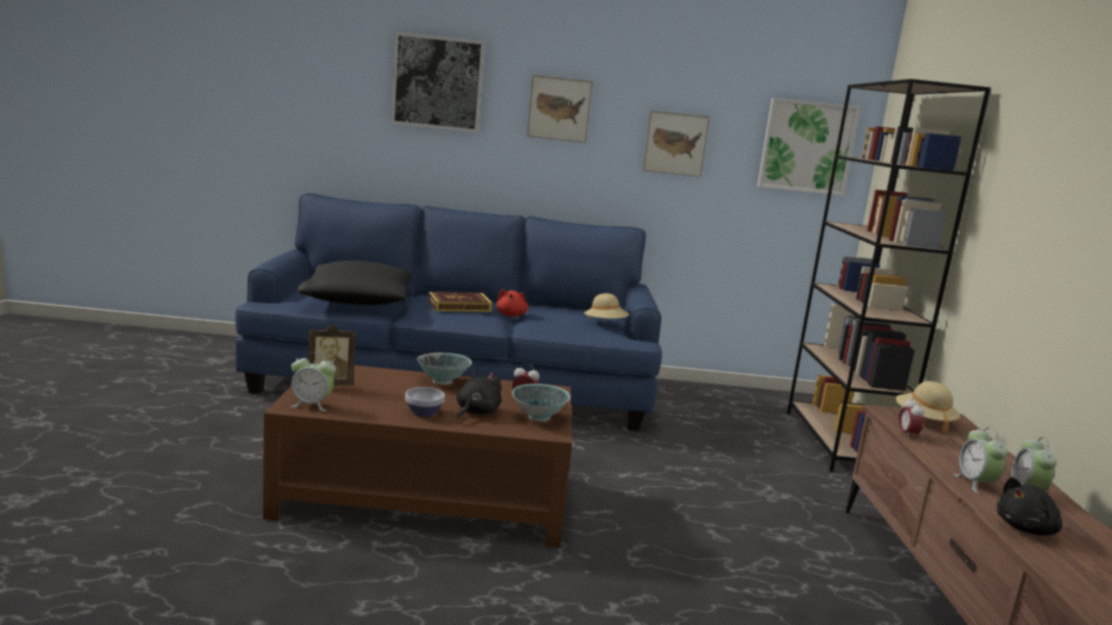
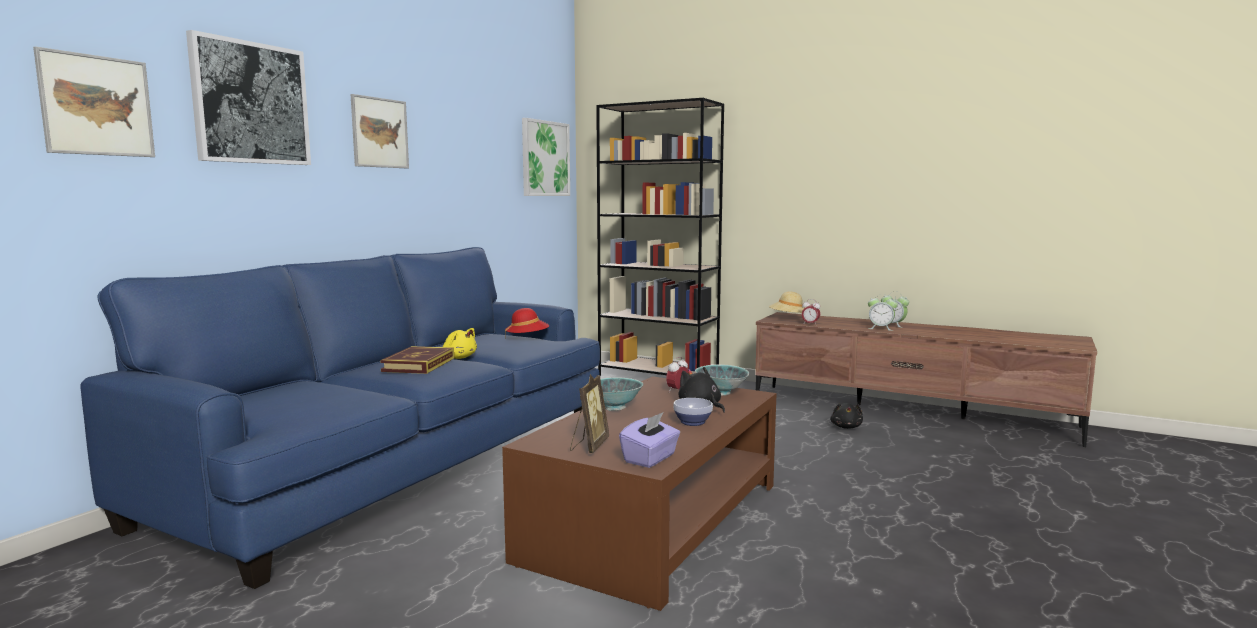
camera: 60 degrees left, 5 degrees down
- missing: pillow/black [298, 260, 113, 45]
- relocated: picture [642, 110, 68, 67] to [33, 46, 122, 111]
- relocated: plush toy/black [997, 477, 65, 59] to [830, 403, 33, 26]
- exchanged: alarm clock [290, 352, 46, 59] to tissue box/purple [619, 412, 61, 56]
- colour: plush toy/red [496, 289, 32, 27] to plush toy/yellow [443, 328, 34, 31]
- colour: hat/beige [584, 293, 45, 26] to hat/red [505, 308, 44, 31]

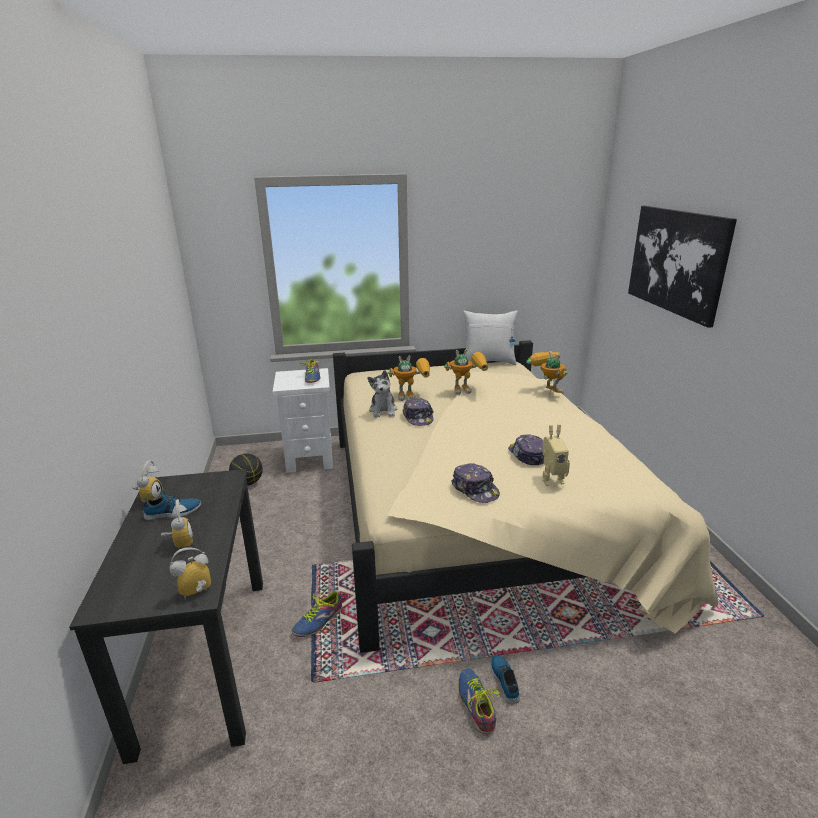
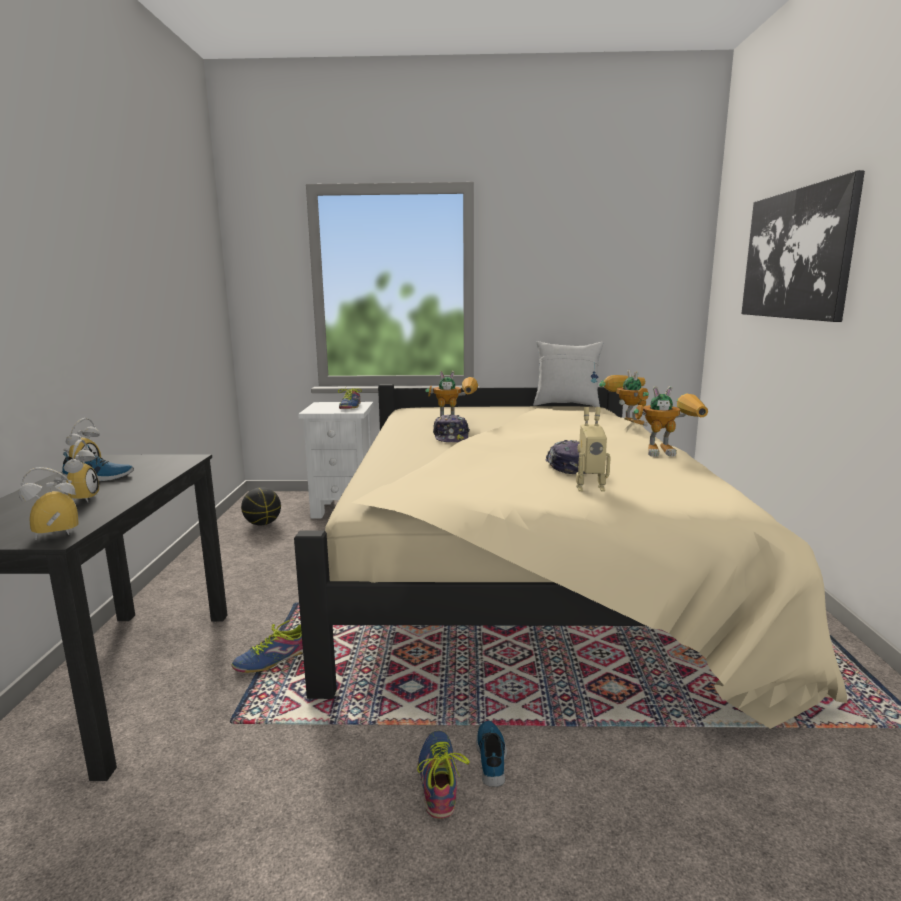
camera: 10 degrees right, 10 degrees down
- missing: plush toy [367, 370, 30, 48]
- missing: cap [451, 463, 49, 40]
- relocated: toy robot [444, 349, 44, 46] to [634, 386, 74, 71]

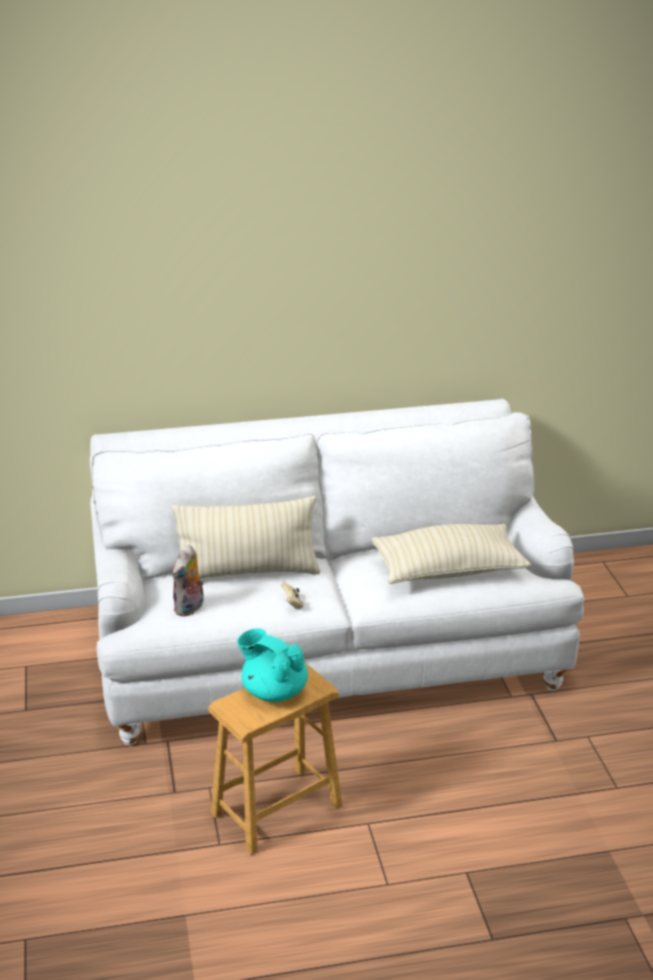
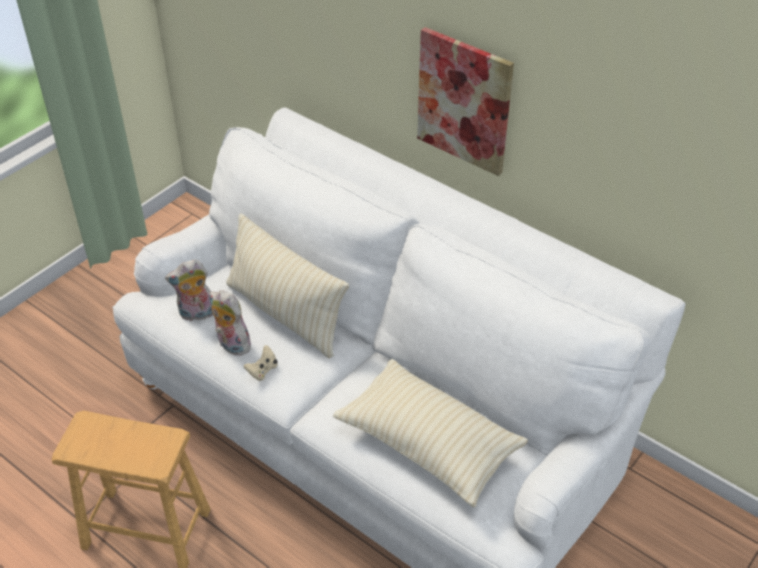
camera: 50 degrees right, 15 degrees up
- missing: teapot/turquoise [237, 628, 71, 74]
- appeared: plush toy [209, 290, 42, 66]
- appeared: picture [417, 27, 97, 149]

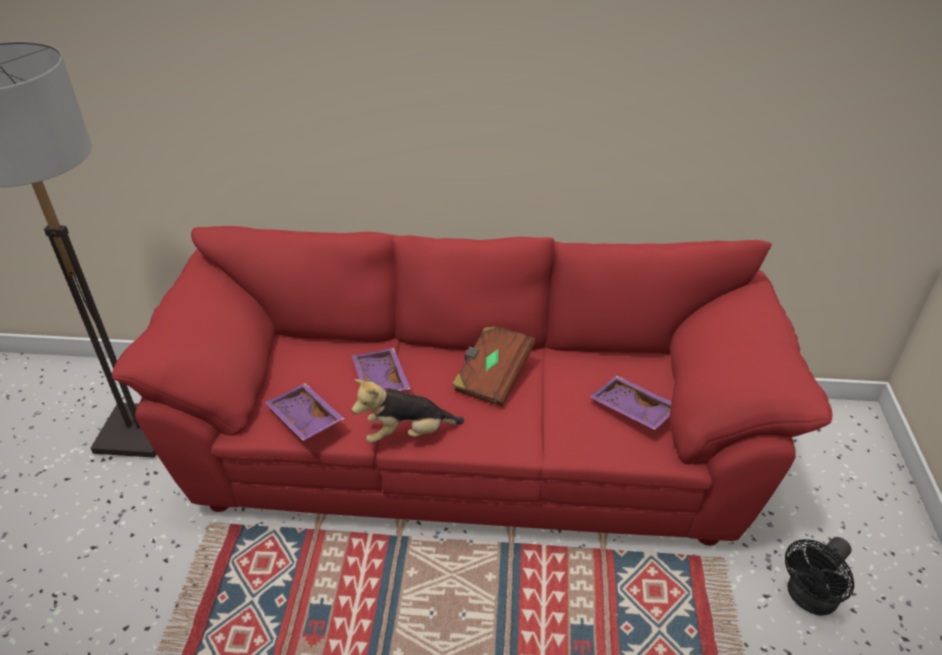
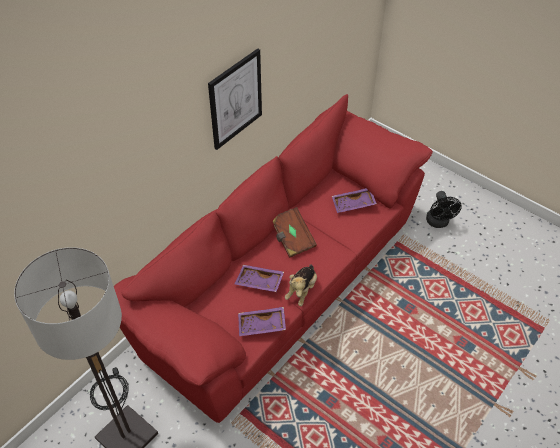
camera: 55 degrees left, 10 degrees up
- appeared: picture [208, 48, 54, 102]

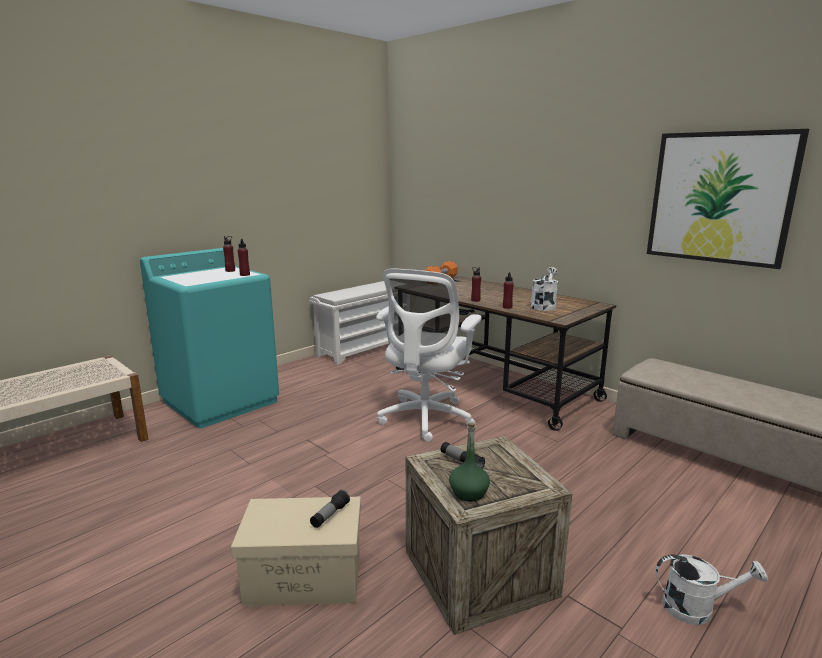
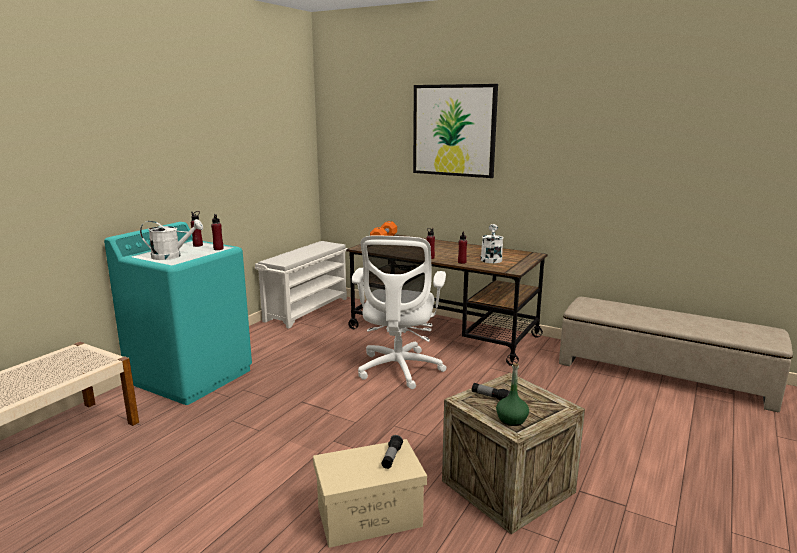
camera: 15 degrees left, 0 degrees up
- relocated: picture [647, 129, 162, 140] to [413, 84, 85, 94]
- relocated: watering can/white [656, 554, 112, 71] to [140, 219, 63, 41]

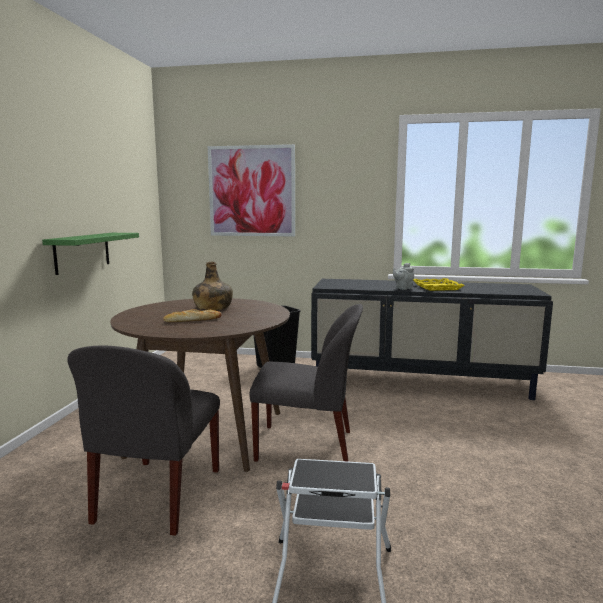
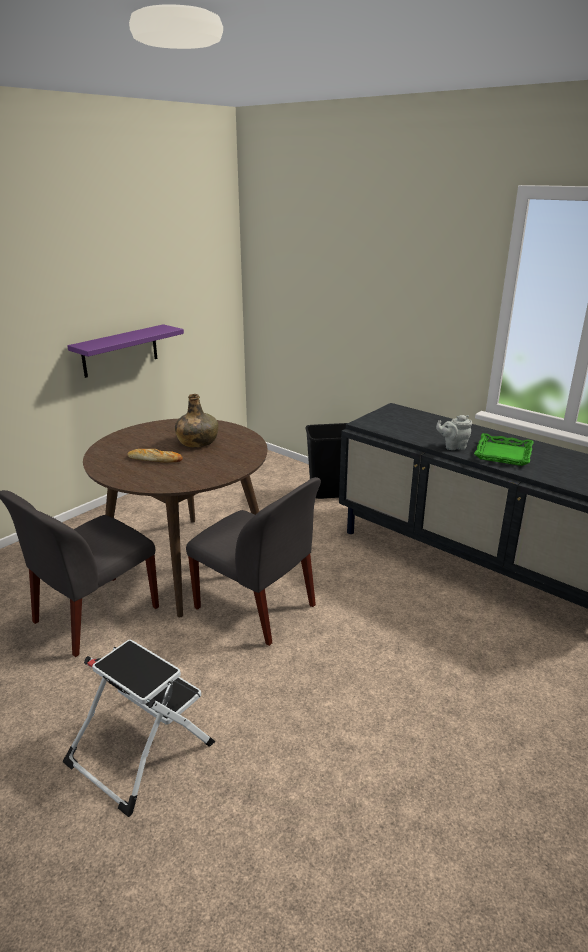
camera: 30 degrees right, 15 degrees up
- missing: picture [208, 144, 87, 93]
- colour: shelf/green [42, 233, 97, 42] to shelf/purple [67, 324, 117, 54]
- colour: tray/yellow [413, 278, 51, 13] to tray/green [474, 433, 60, 33]

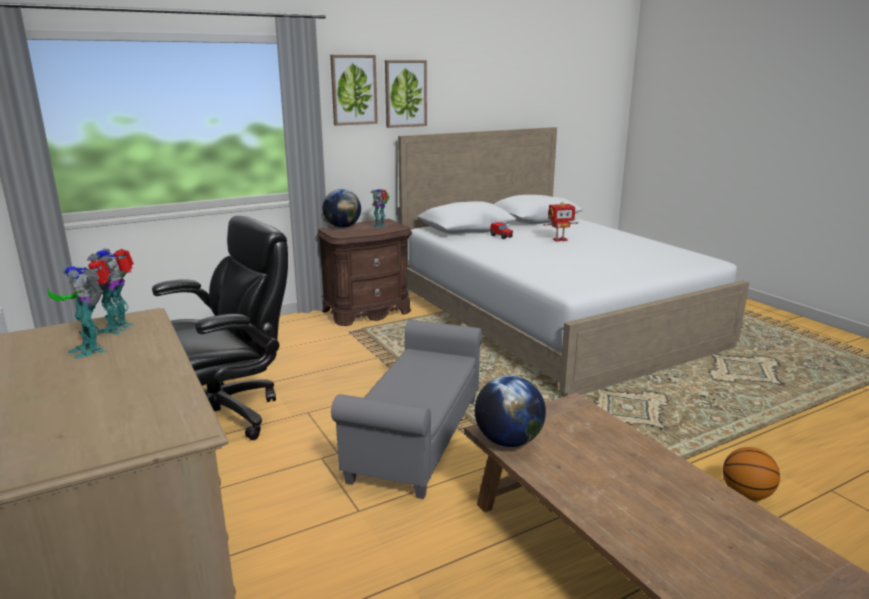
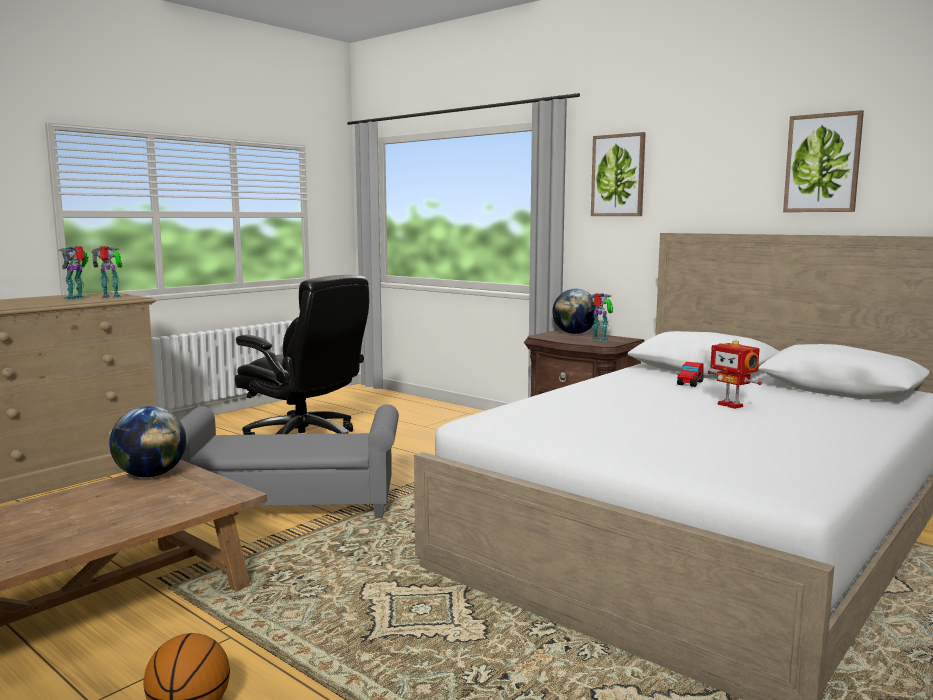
camera: 70 degrees right, 10 degrees down
- relocated: picture [385, 60, 42, 68] to [783, 110, 81, 102]

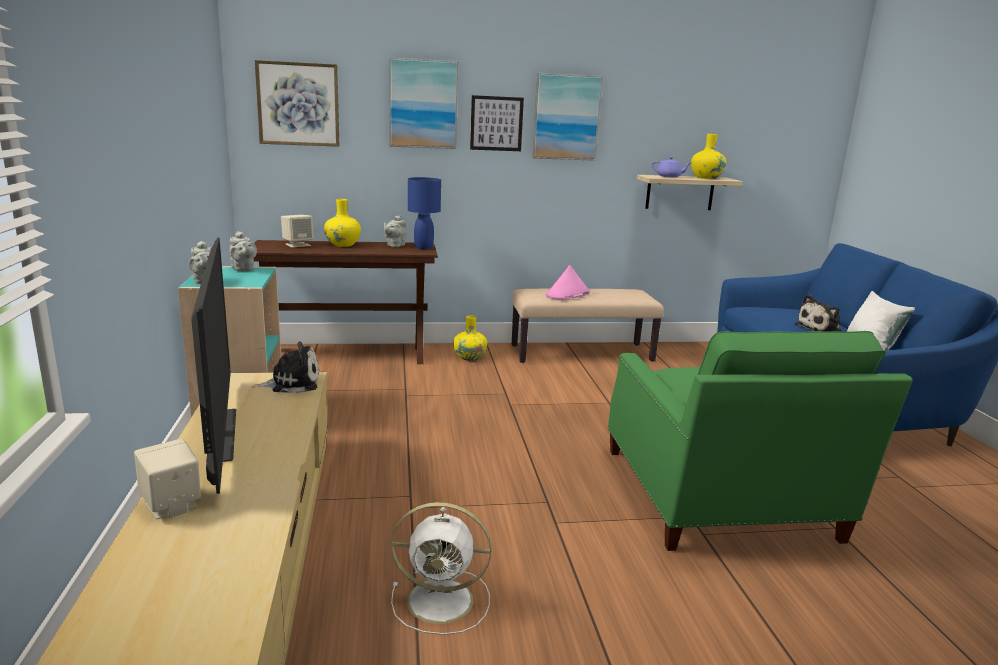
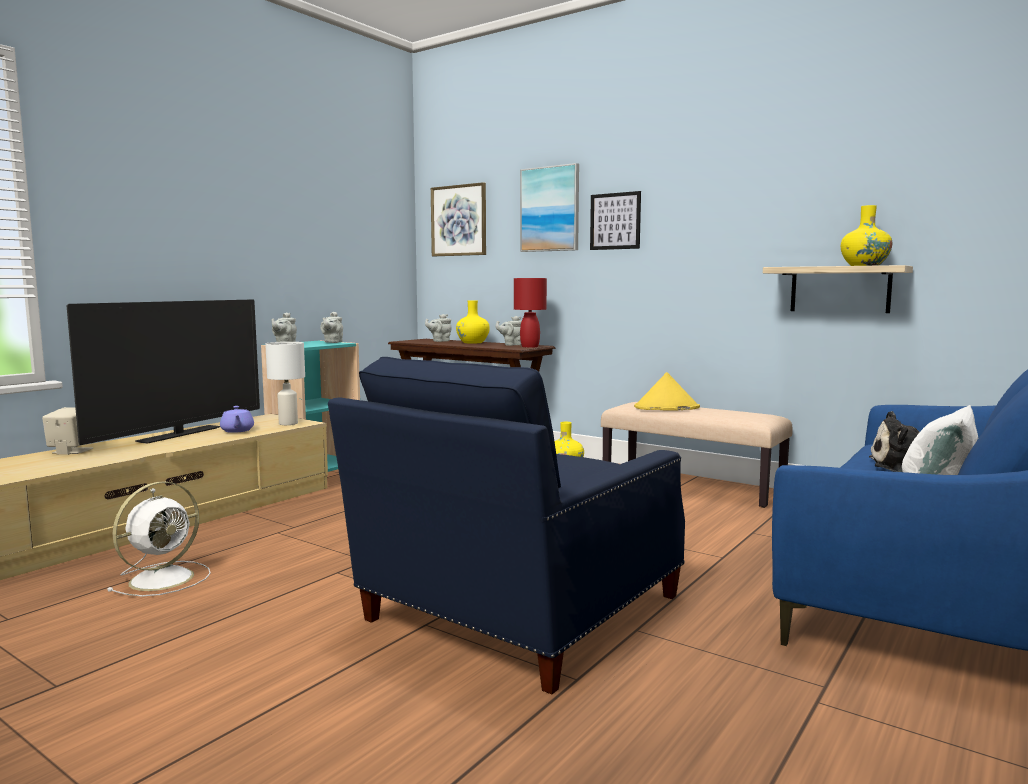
camera: 45 degrees right, 10 degrees down
- missing: picture [532, 73, 71, 88]
- relocated: teapot/purple [652, 157, 39, 20] to [220, 406, 34, 27]
- exchanged: plush toy [252, 341, 67, 52] to table lamp/white [265, 342, 40, 83]
- exchanged: speaker/beige [281, 215, 33, 33] to teapot/grey [425, 314, 27, 28]
- colour: table lamp/blue [408, 177, 33, 72] to table lamp/red [514, 278, 33, 70]
- colour: hat/pink [546, 265, 44, 34] to hat/yellow [634, 372, 66, 38]
- colour: armchair/green [608, 331, 305, 220] to armchair/blue [328, 357, 357, 337]
- spun: fan/white [391, 502, 100, 133] = [107, 482, 104, 114] 105 degrees counterclockwise

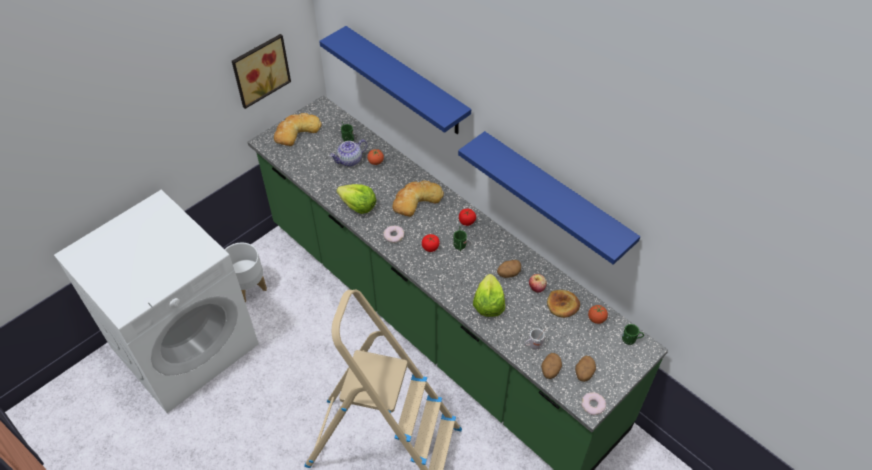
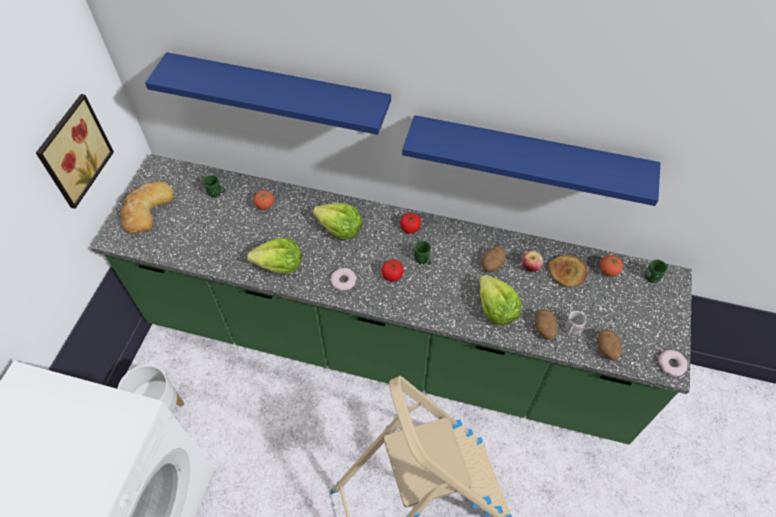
camera: 30 degrees left, 5 degrees up
- missing: teapot [330, 139, 37, 28]
- relocated: potato [575, 356, 21, 26] to [535, 309, 22, 31]
- exchanged: bread [392, 181, 52, 36] to lettuce [313, 203, 49, 37]

